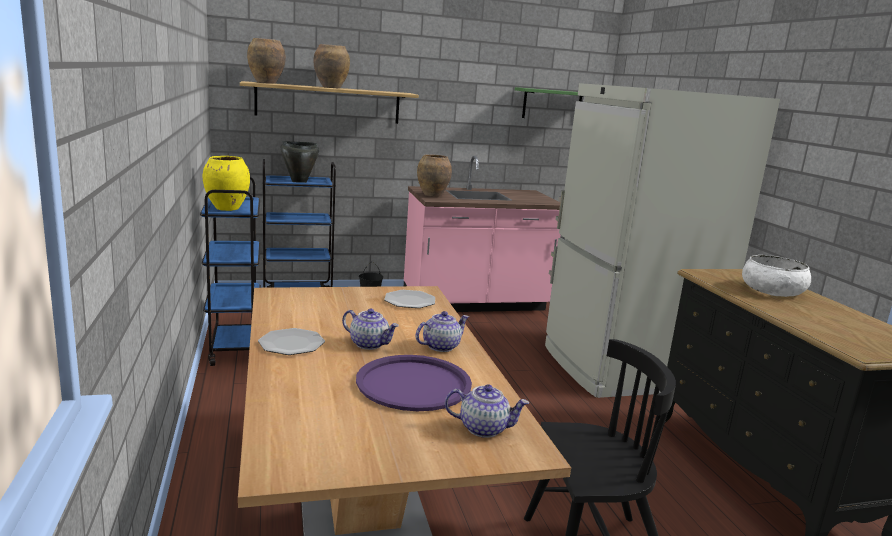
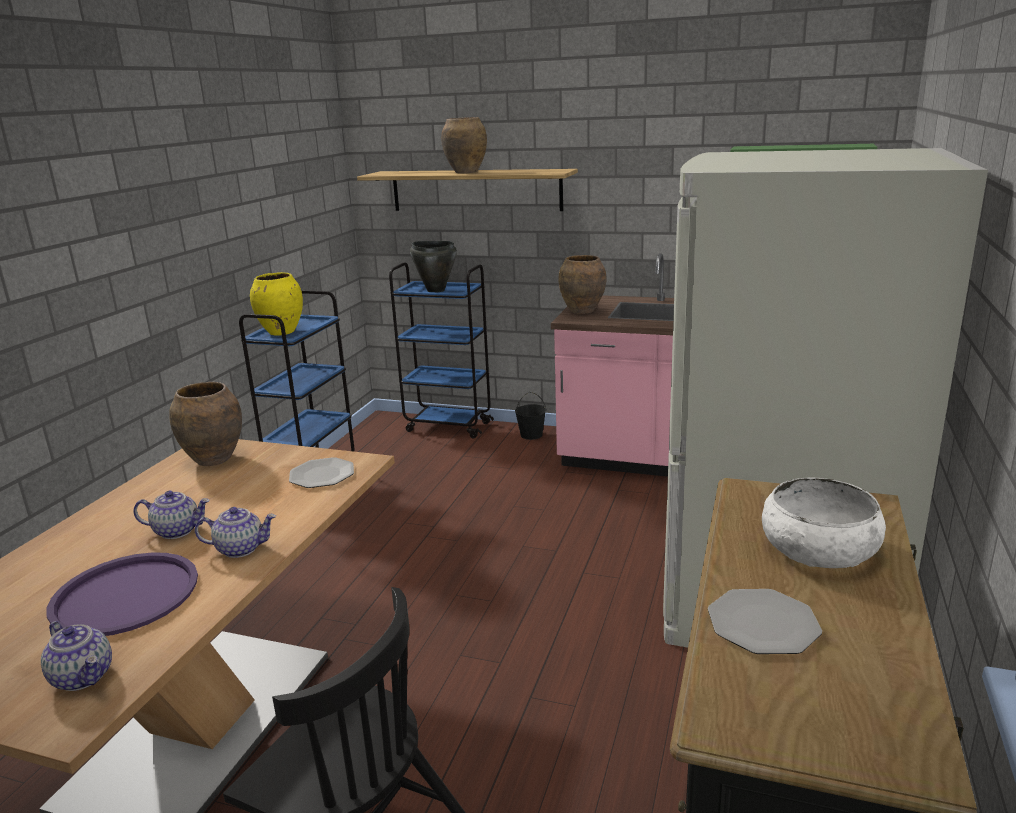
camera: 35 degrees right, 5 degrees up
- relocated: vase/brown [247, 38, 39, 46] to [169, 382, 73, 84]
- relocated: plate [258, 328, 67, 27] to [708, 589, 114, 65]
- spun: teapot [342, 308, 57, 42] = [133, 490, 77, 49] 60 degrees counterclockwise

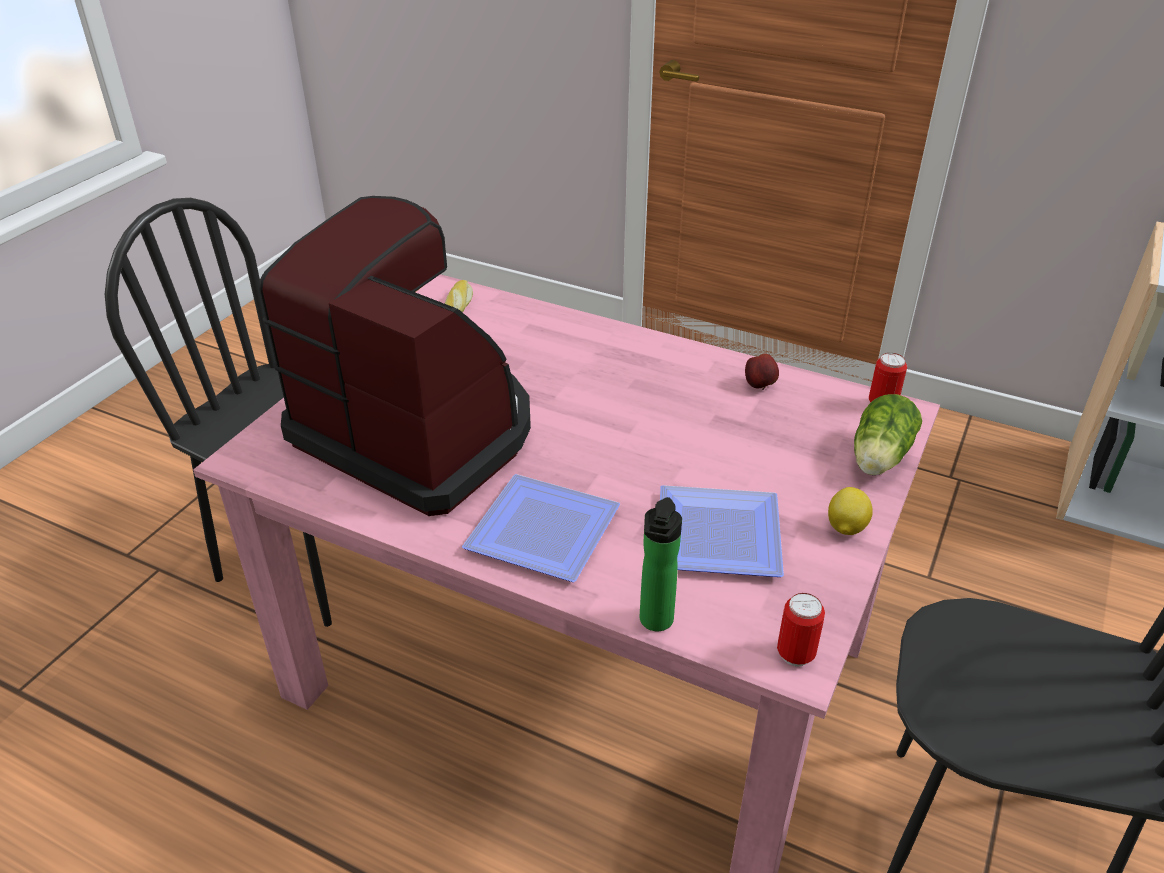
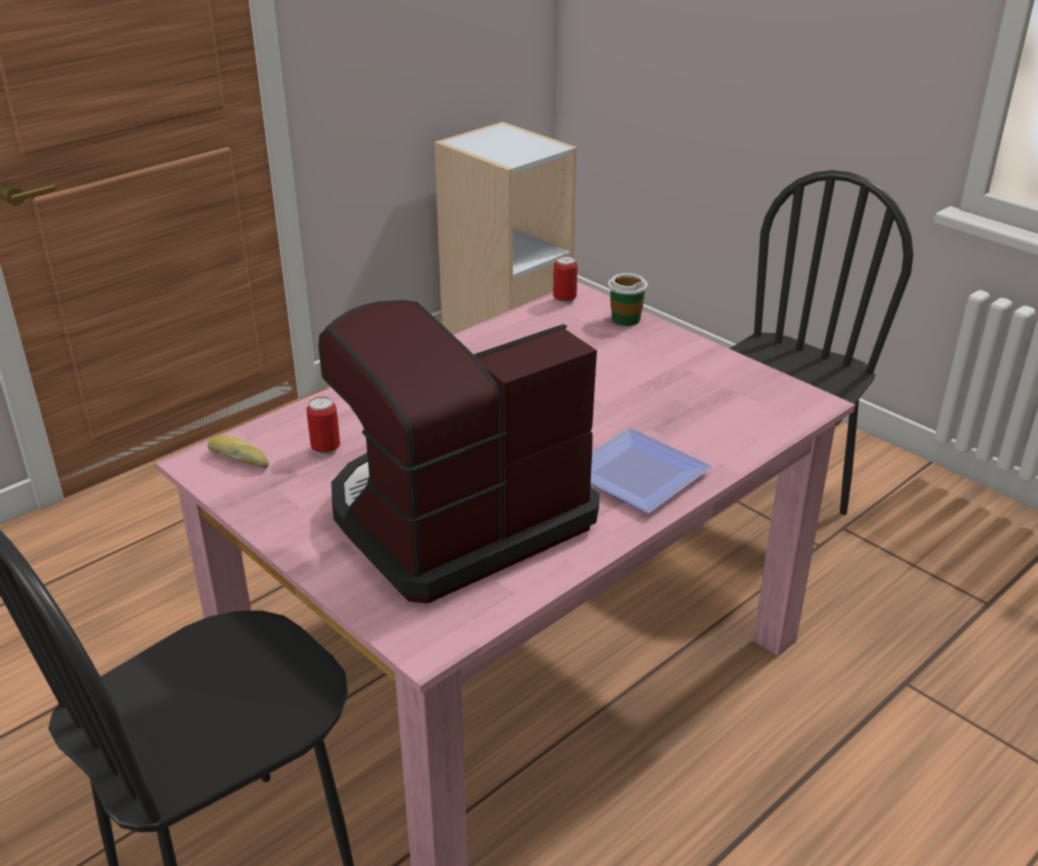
camera: 70 degrees left, 5 degrees down
- missing: bottle [640, 497, 42, 134]
- missing: plate [660, 485, 124, 92]
- missing: apple [745, 354, 34, 36]
- missing: lemon [828, 487, 45, 48]
- relocated: can [777, 593, 48, 73] to [307, 397, 33, 59]
- exchanged: lettuce [854, 394, 68, 81] to cup [608, 273, 40, 53]

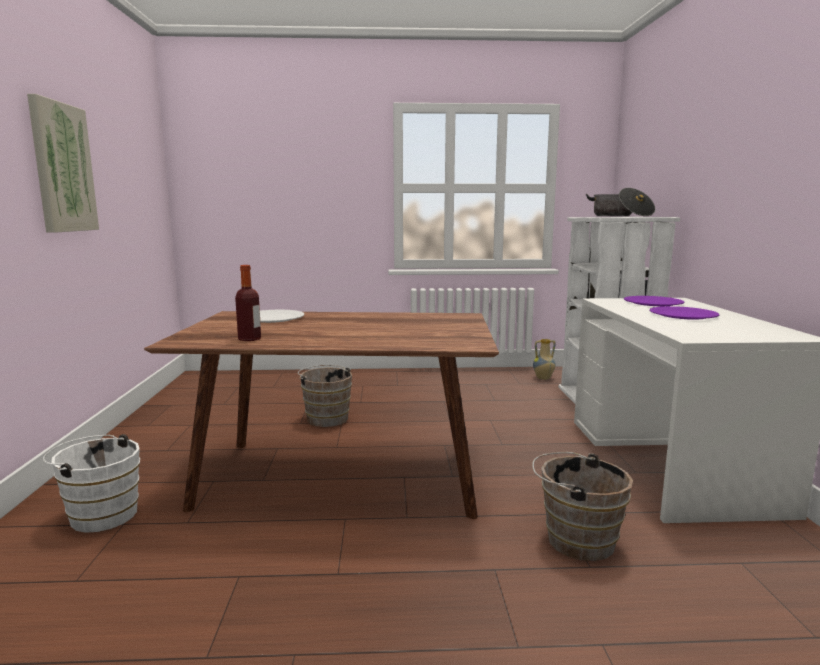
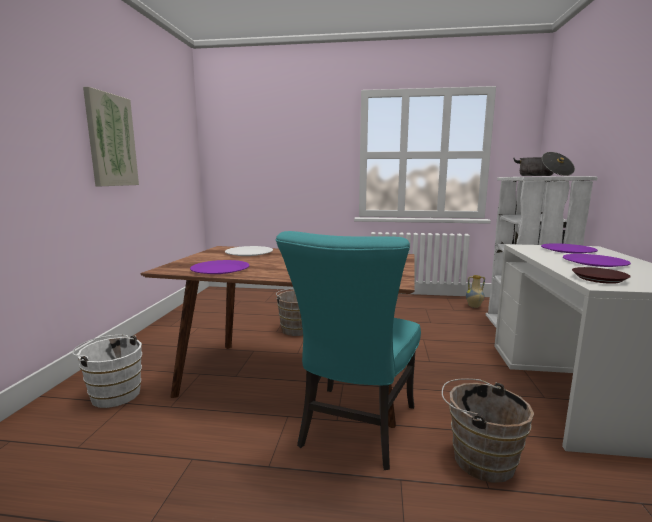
camera: 10 degrees right, 0 degrees up
- appeared: chair/turquoise [276, 231, 145, 239]
- appeared: plate/brown [572, 267, 59, 17]
- exchanged: bottle [235, 265, 26, 76] to plate/purple [190, 260, 59, 14]

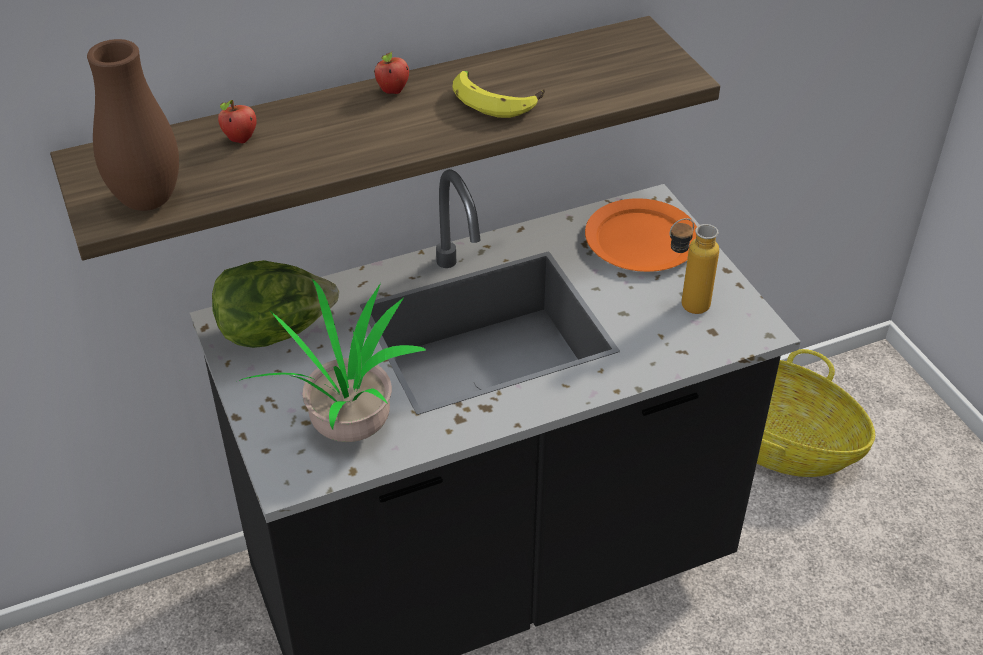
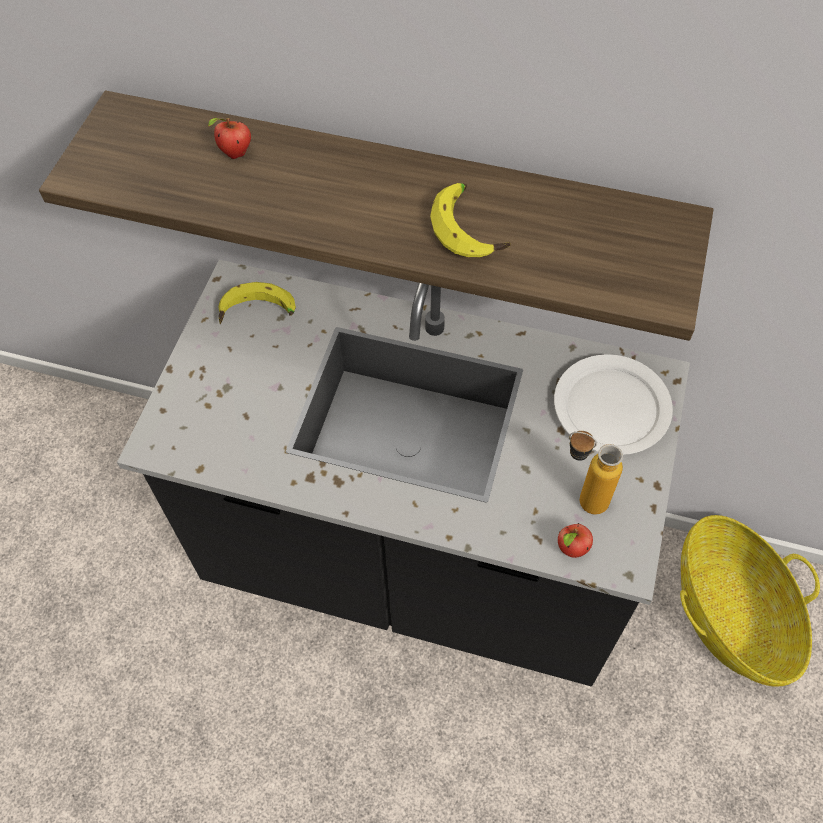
camera: 40 degrees right, 15 degrees up
- missing: vase/brown [87, 39, 92, 172]
- missing: potted plant [239, 279, 187, 163]
- relocated: apple [374, 52, 35, 42] to [558, 523, 35, 35]
- exchanged: lettuce [212, 260, 127, 88] to banana [218, 282, 78, 42]
- colour: plate/orange [585, 198, 112, 74] to plate/white [554, 354, 119, 101]

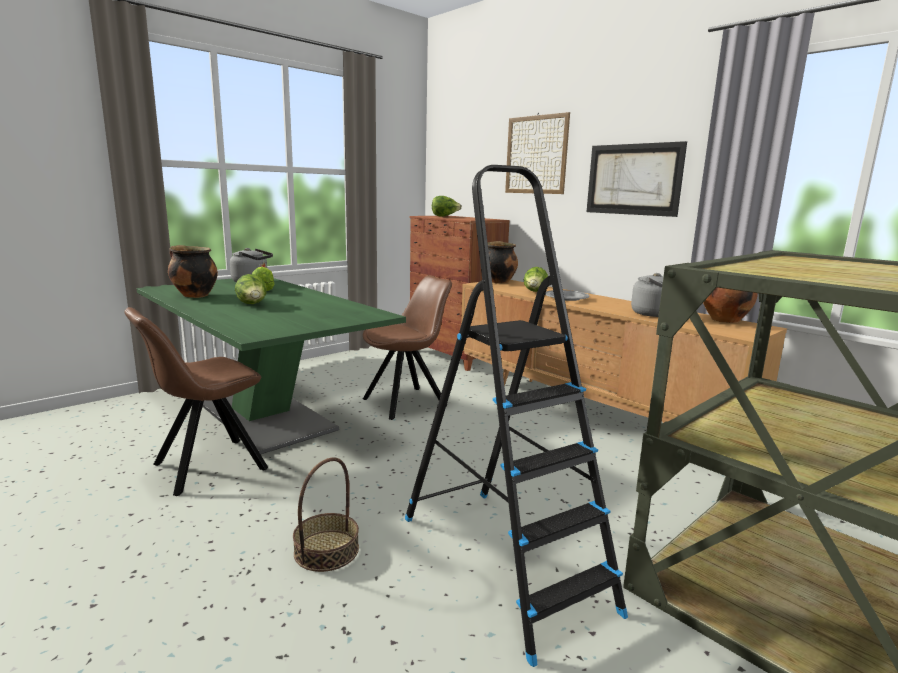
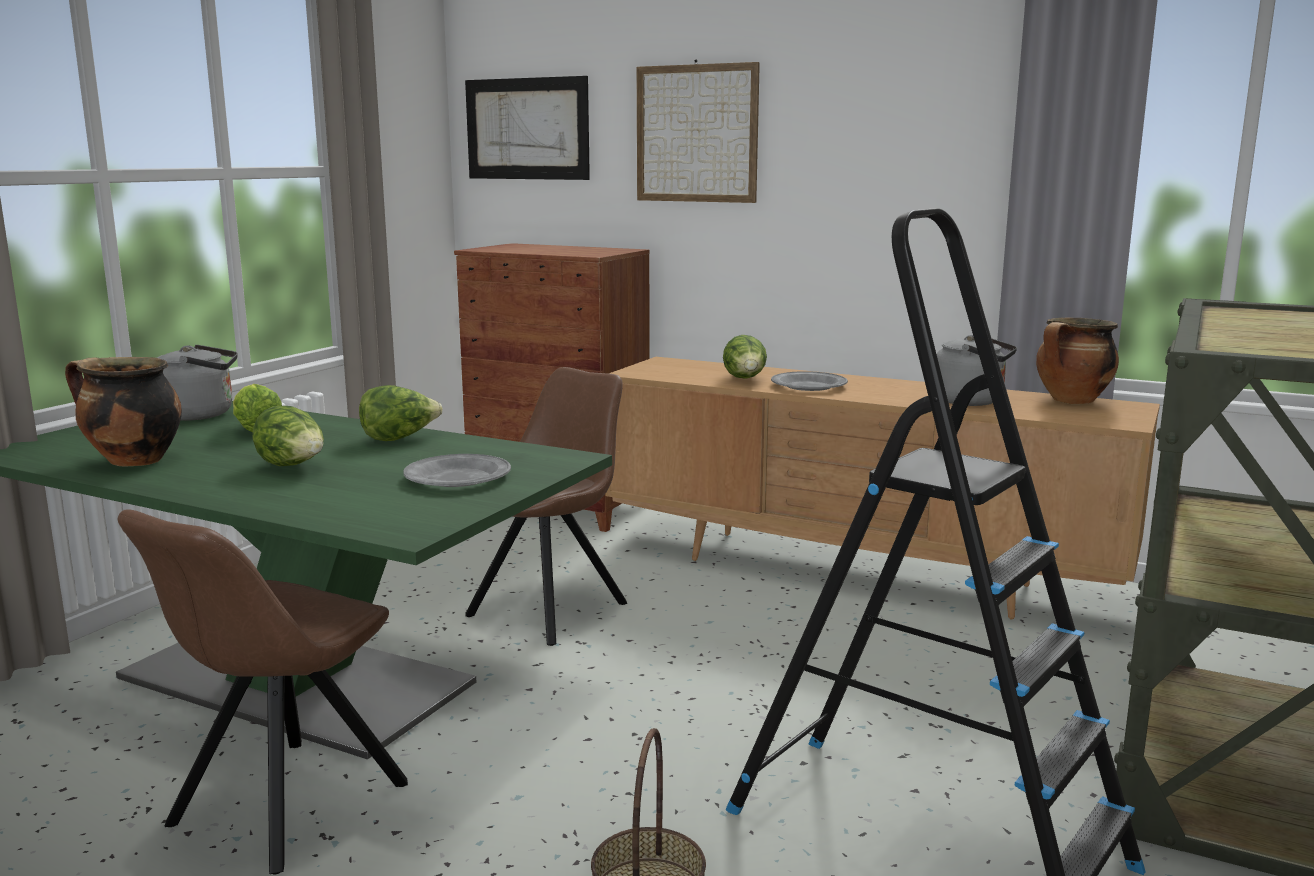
camera: 20 degrees left, 0 degrees up
- missing: cooking pot [487, 241, 31, 43]
- appeared: plate/grey [403, 454, 108, 33]
- relocated: lettuce [432, 196, 30, 21] to [359, 385, 84, 56]
- relocated: picture [587, 141, 100, 76] to [465, 76, 125, 104]

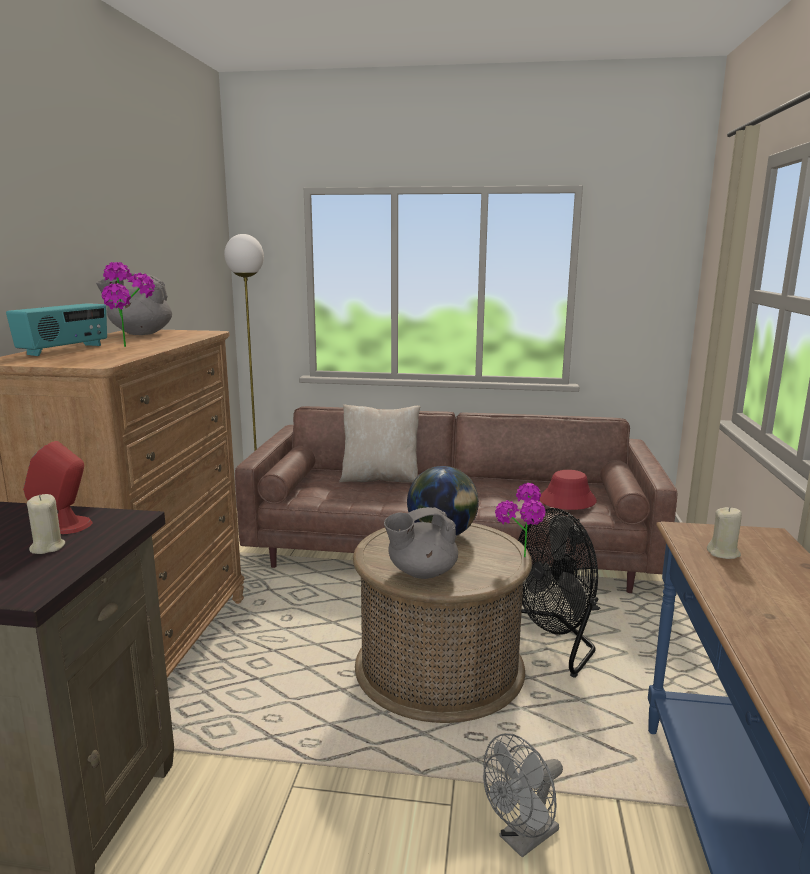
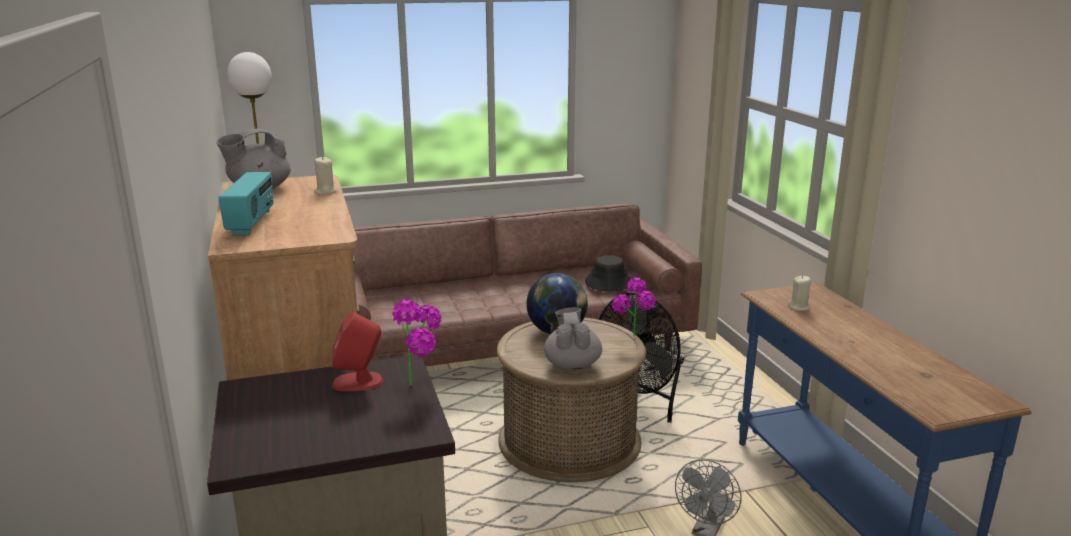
camera: 25 degrees left, 5 degrees up
- missing: pillow/beige [339, 404, 81, 79]
- relocated: candle/beige [27, 494, 38, 60] to [314, 156, 23, 39]
- relocated: potted plant [102, 262, 53, 85] to [392, 299, 50, 86]
- colour: hat/red [540, 470, 57, 40] to hat/black [585, 255, 46, 36]
- spun: teapot/grey [384, 507, 74, 72] = [544, 307, 58, 64] 135 degrees clockwise

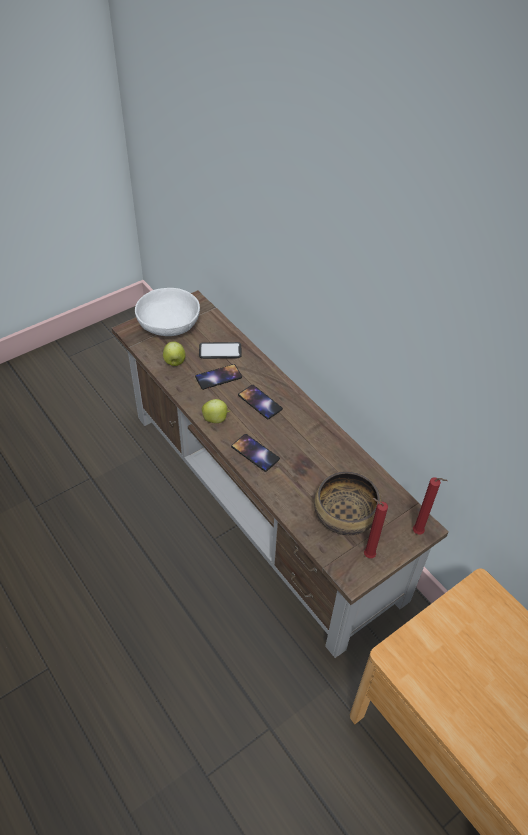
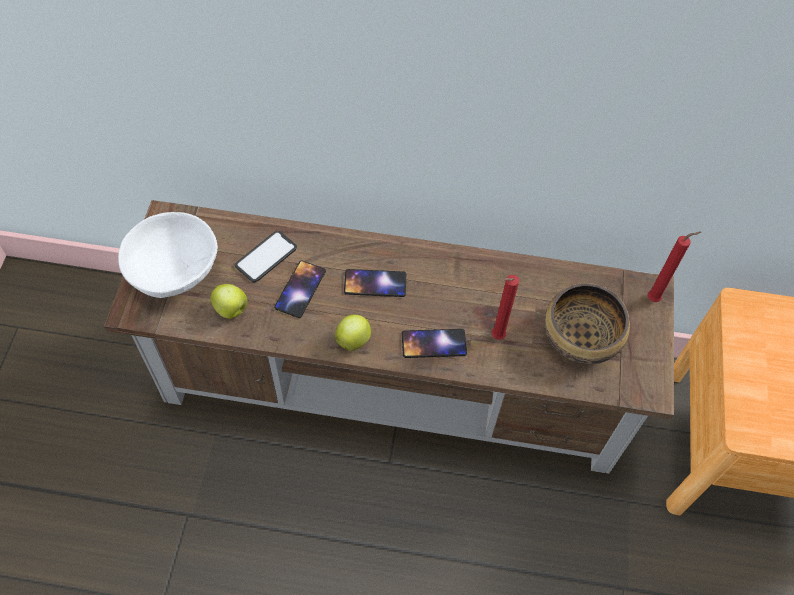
camera: 45 degrees left, 10 degrees up
- relocated: candle/red [364, 498, 24, 60] to [492, 275, 27, 65]

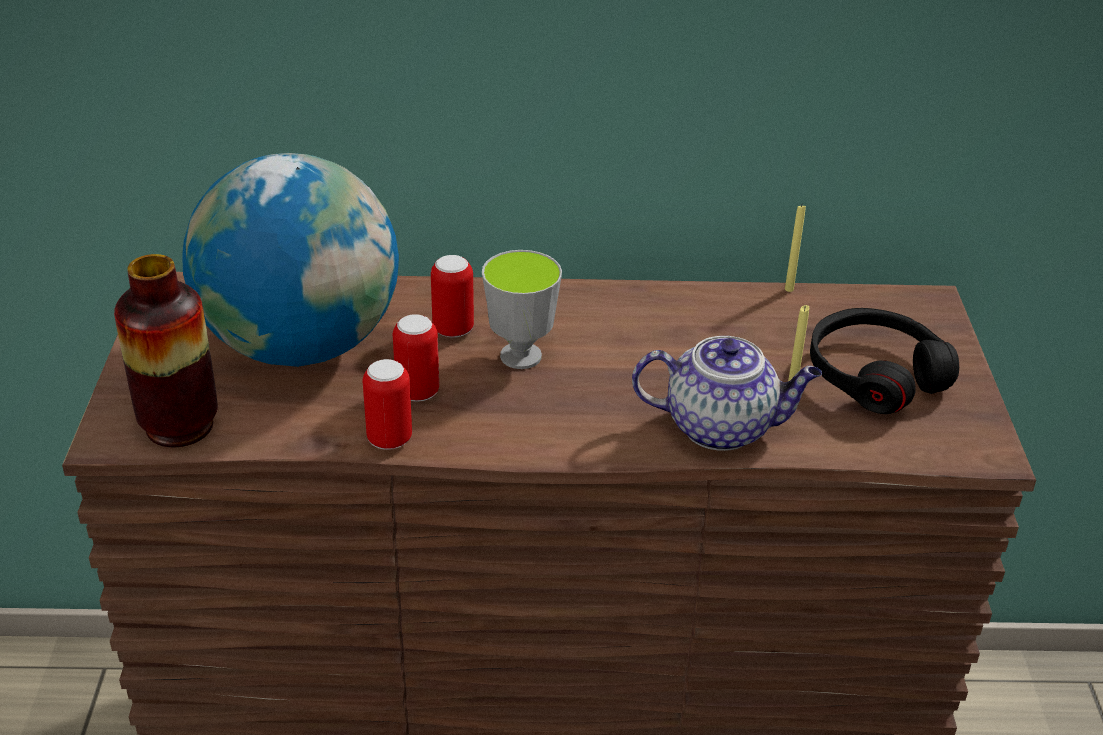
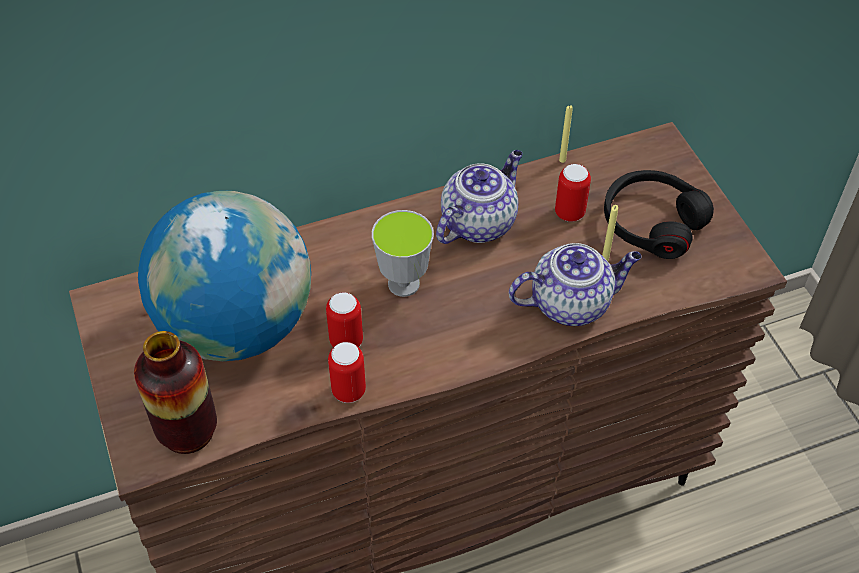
camera: 20 degrees left, 15 degrees up
- appeared: teapot [436, 150, 87, 94]
- relocated: can [431, 255, 43, 83] to [555, 164, 36, 58]

